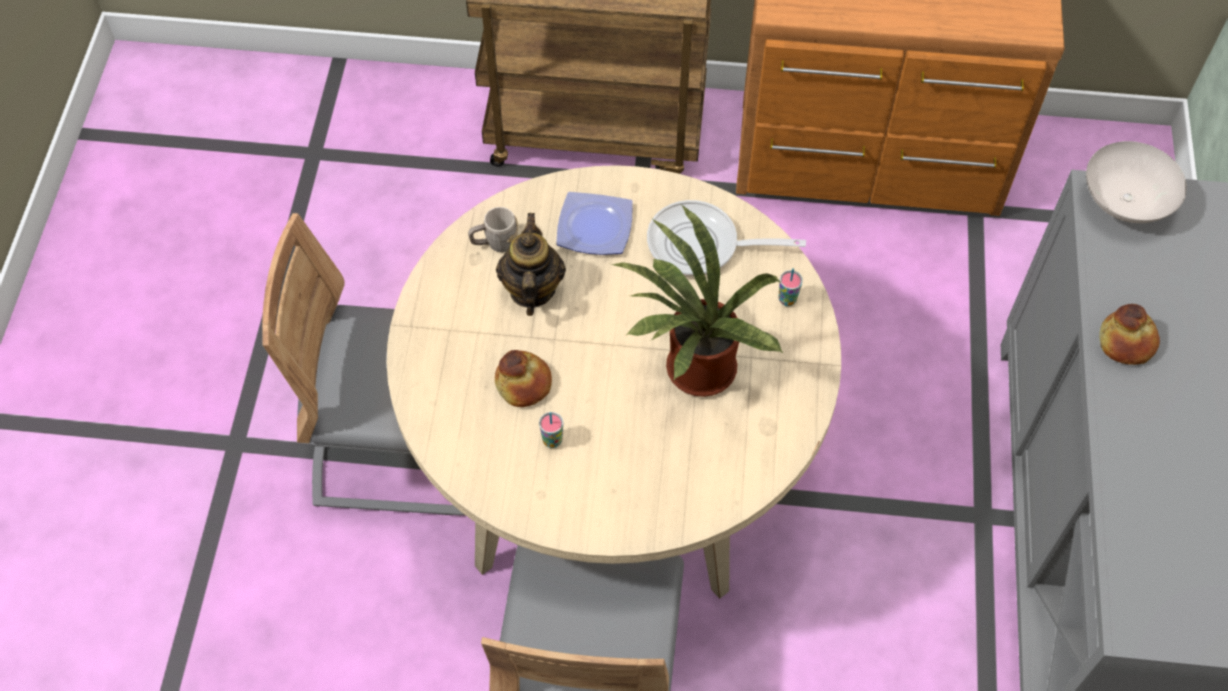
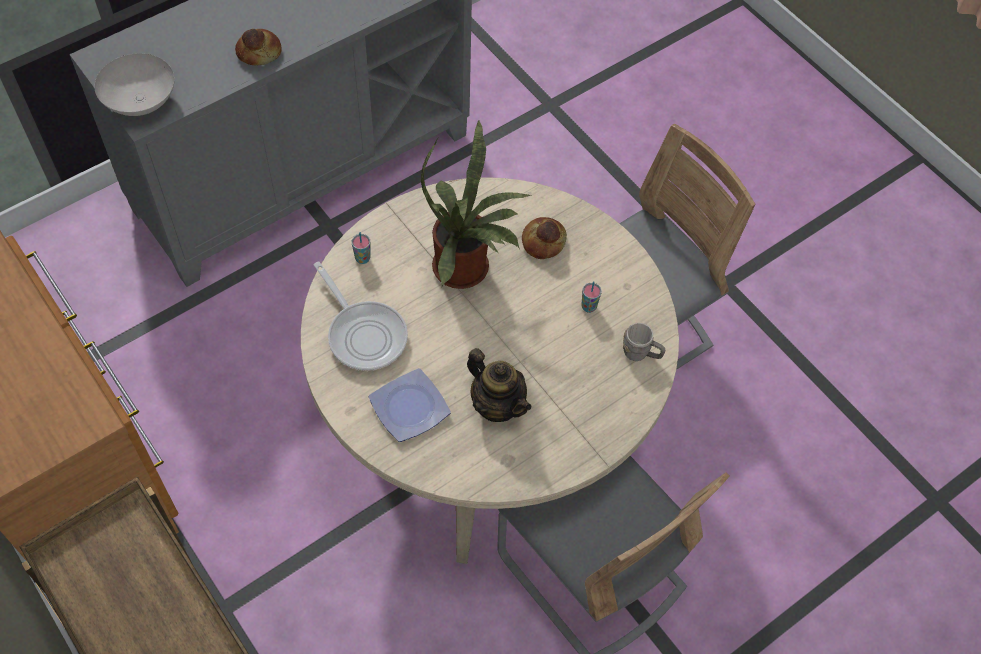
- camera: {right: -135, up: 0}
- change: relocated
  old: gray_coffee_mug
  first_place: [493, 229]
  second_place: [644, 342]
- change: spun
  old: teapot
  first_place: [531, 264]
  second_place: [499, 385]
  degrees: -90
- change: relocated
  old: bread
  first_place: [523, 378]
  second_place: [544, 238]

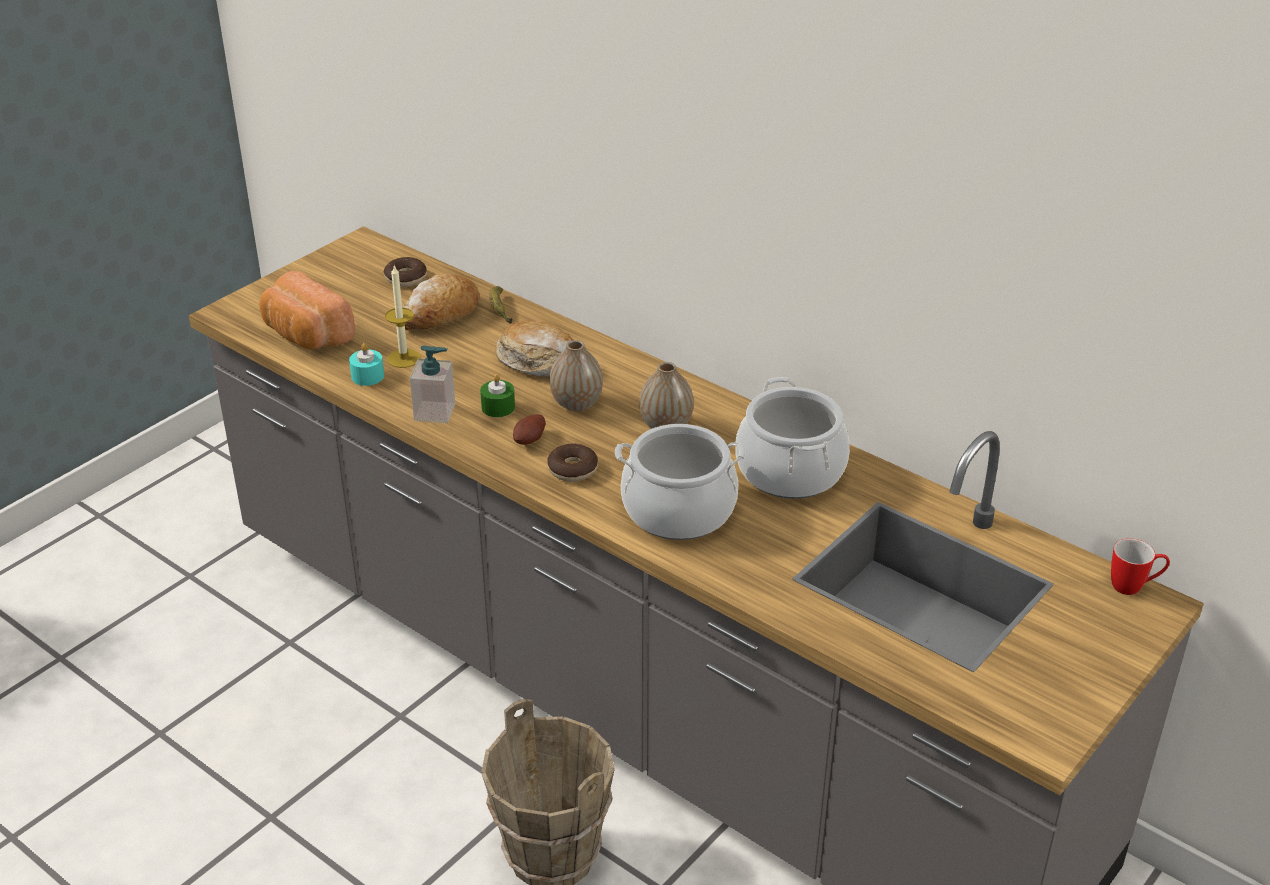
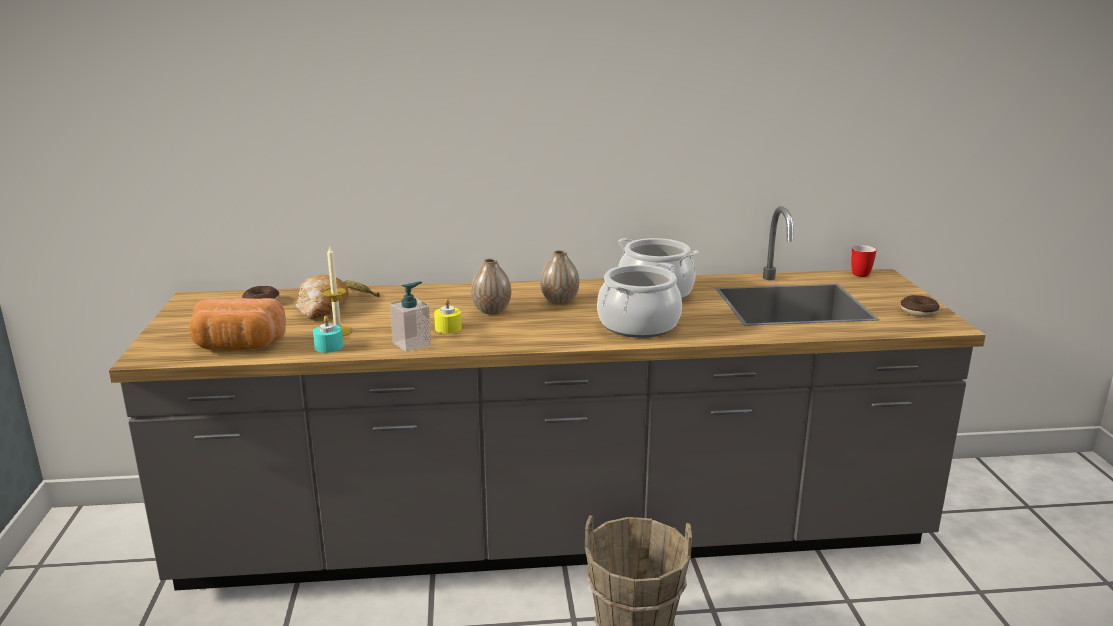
- camera: {right: -45, up: -15}
- change: missing
  old: bread
  first_place: [534, 349]
- change: colour
  old: greenish_candle
  new: yellow-coloured_candle
  first_place: [497, 395]
  second_place: [448, 315]
- change: missing
  old: whole_potato
  first_place: [529, 429]
- change: relocated
  old: donut
  first_place: [572, 462]
  second_place: [920, 306]

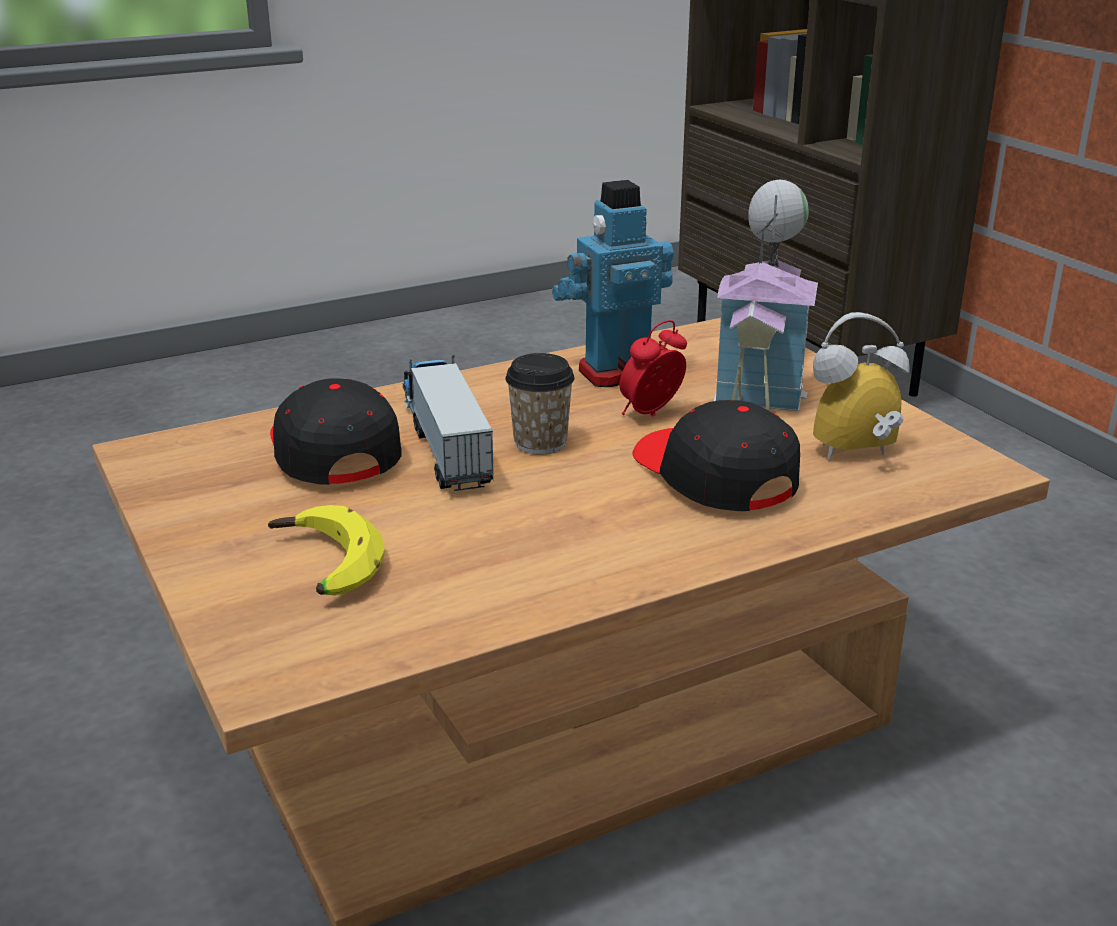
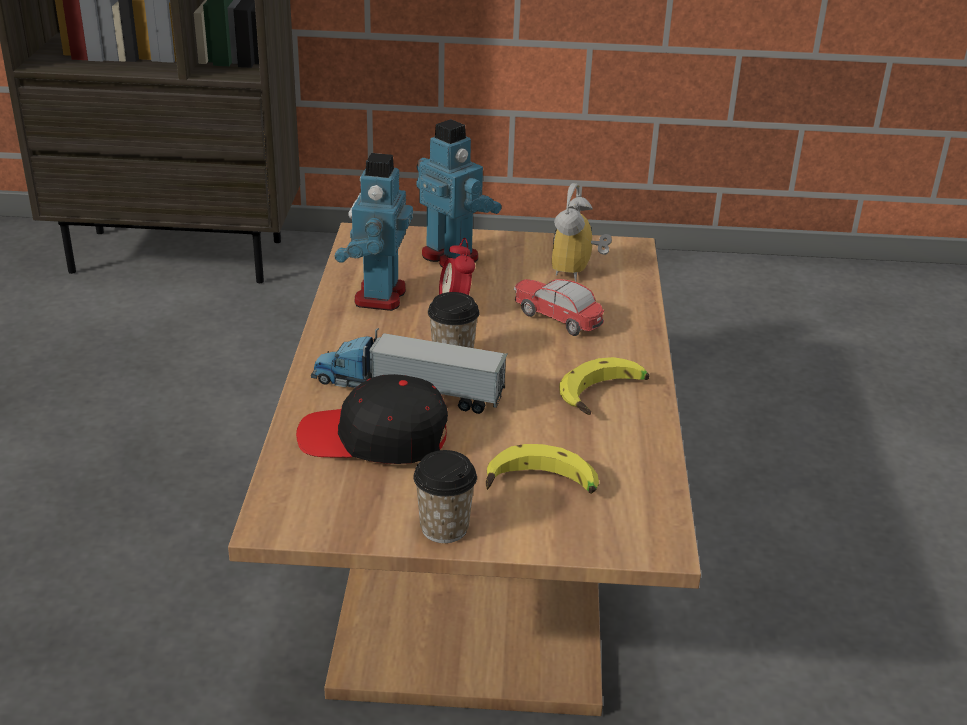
- camera: {right: -60, up: 5}
- change: exchanged
  old: toy_house
  new: robot_figure
  first_place: [766, 295]
  second_place: [458, 193]
- change: exchanged
  old: black_baseball_cap
  new: model_car
  first_place: [716, 455]
  second_place: [559, 307]
- change: appeared
  new: whole_banana
  second_place: [604, 386]
- change: appeared
  new: small_cup
  second_place: [445, 496]

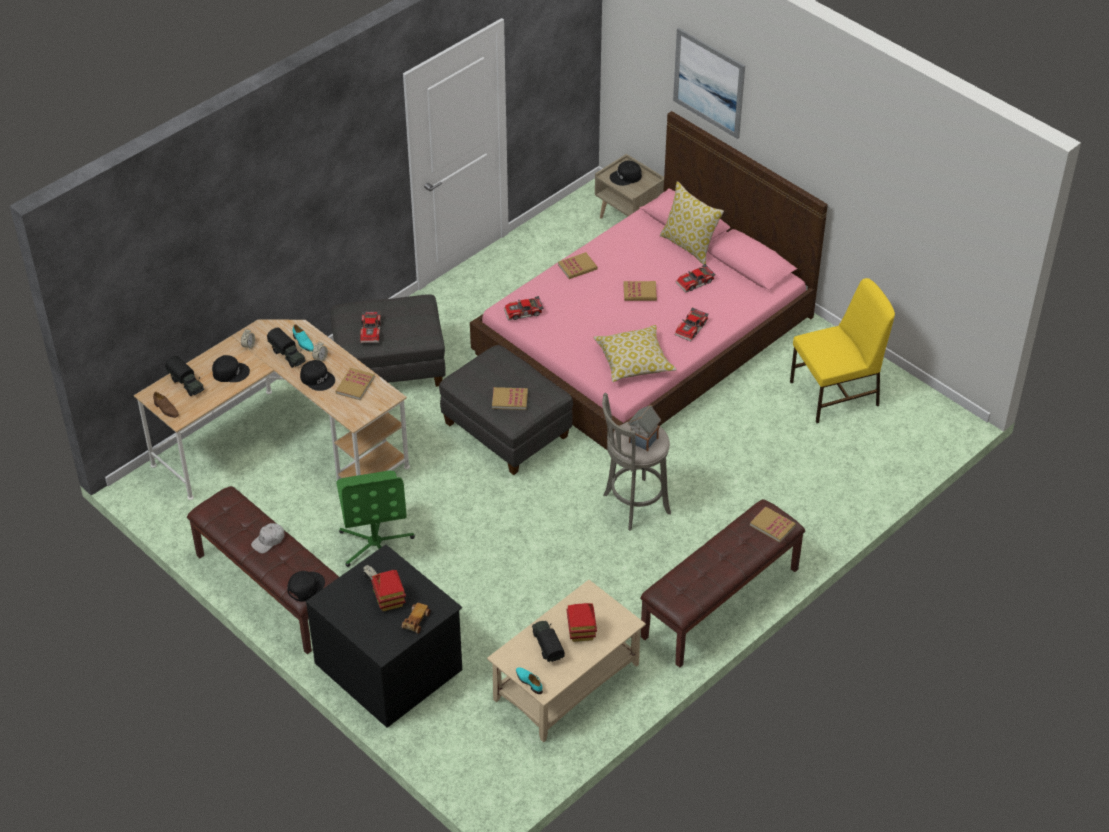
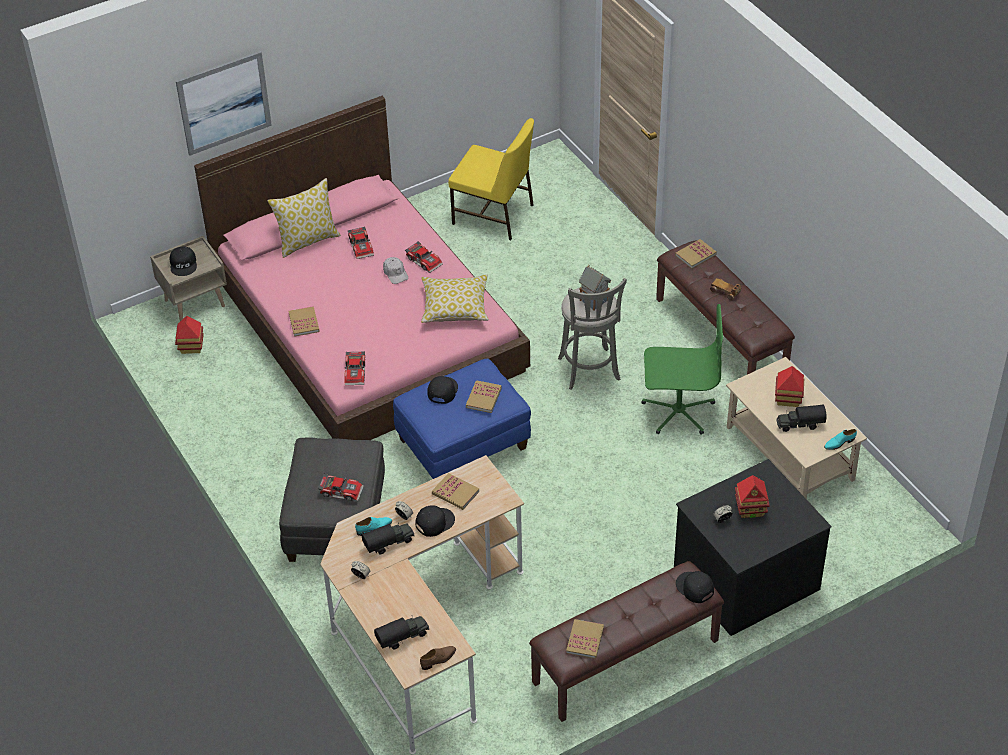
- camera: {right: -75, up: 0}
- change: spun
  old: yellow-coloured_chair
  first_place: [842, 350]
  second_place: [491, 179]
  degrees: 120
- change: relocated
  old: volume
  first_place: [640, 291]
  second_place: [585, 639]
- change: colour
  old: gray_ottoman
  new: blue-coloured_ottoman
  first_place: [506, 410]
  second_place: [462, 419]
- change: relocated
  old: black_baseball_cap
  first_place: [231, 368]
  second_place: [442, 390]
- change: relocated
  old: greenish_desk_chair
  first_place: [375, 519]
  second_place: [682, 369]
- change: relocated
  old: white_baseball_cap
  first_place: [268, 538]
  second_place: [395, 270]
- change: relocated
  old: model_car
  first_place: [416, 618]
  second_place: [725, 289]
- change: appeared
  new: toy_house
  second_place: [189, 335]

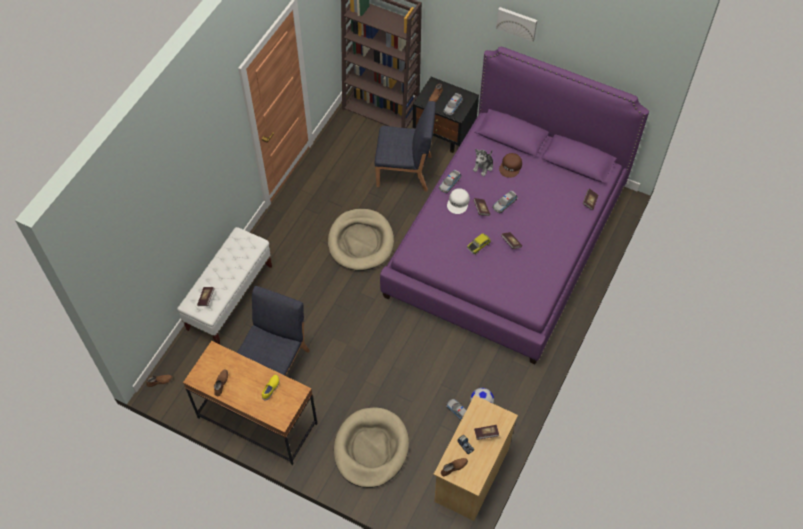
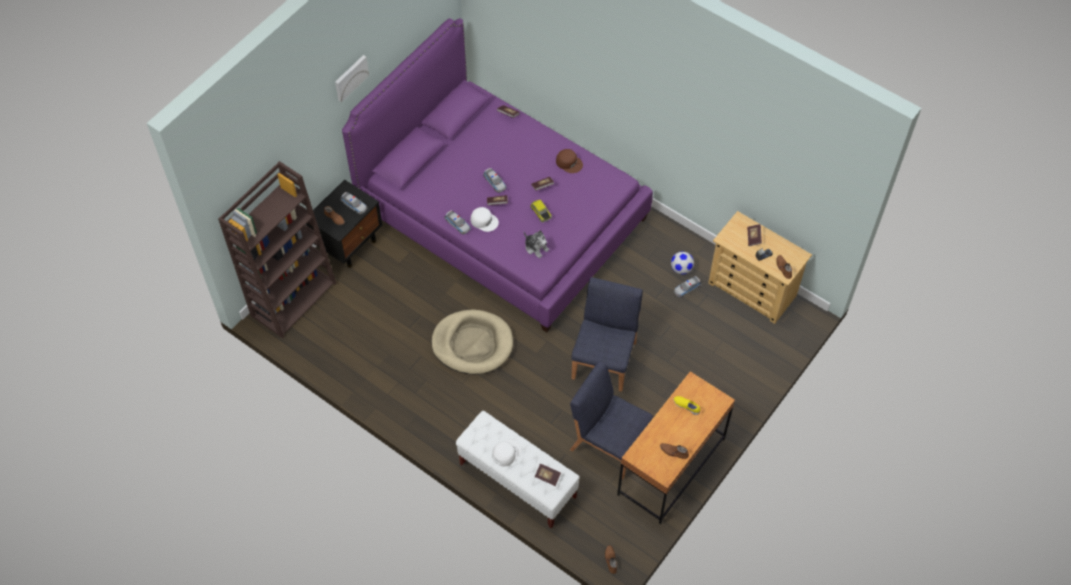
- camera: {right: -80, up: 0}
- change: relocated
  old: blue-coloured_chair
  first_place: [405, 146]
  second_place: [607, 334]
- change: relocated
  old: plush_toy
  first_place: [483, 162]
  second_place: [536, 244]
- change: relocated
  old: brown_baseball_cap
  first_place: [510, 165]
  second_place: [569, 161]
- change: missing
  old: sand-coloured_dog_bed
  first_place: [371, 447]
- change: appeared
  new: white_baseball_cap
  second_place: [507, 453]

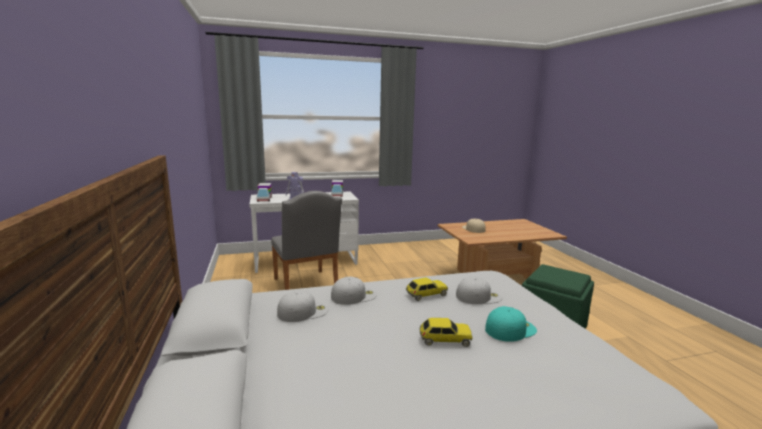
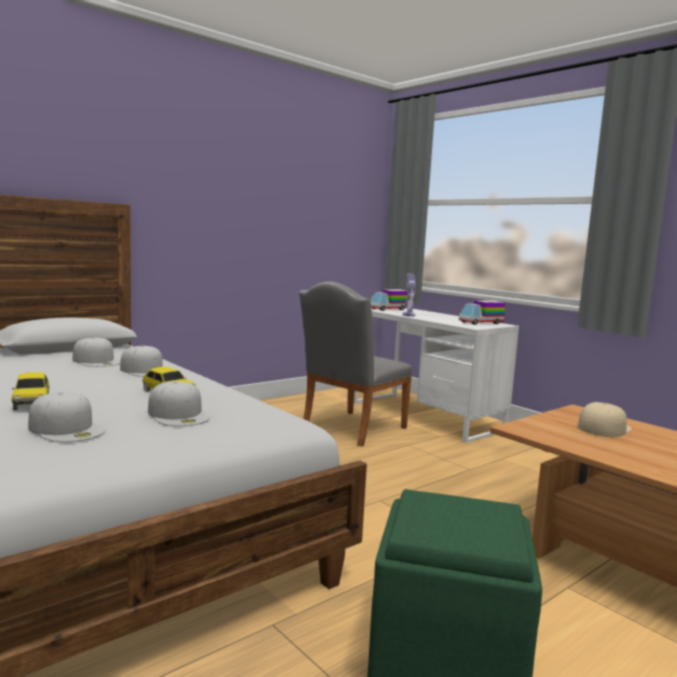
- camera: {right: 65, up: -5}
- change: colour
  old: blue-green_baseball_cap
  new: white_baseball_cap
  first_place: [511, 324]
  second_place: [66, 417]

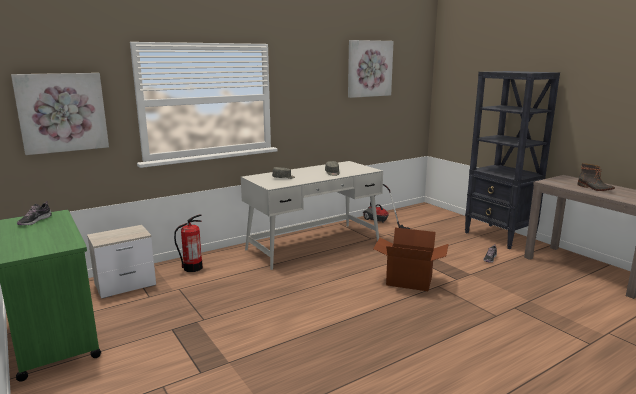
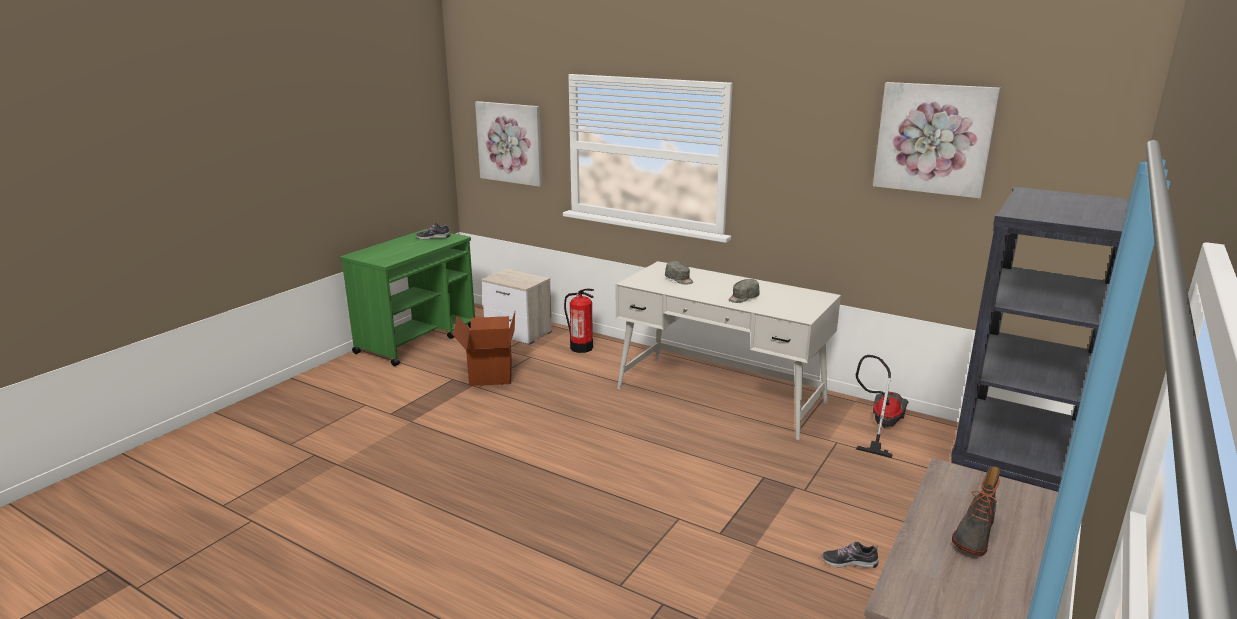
- camera: {right: 65, up: 5}
- change: relocated
  old: carton
  first_place: [411, 259]
  second_place: [484, 349]

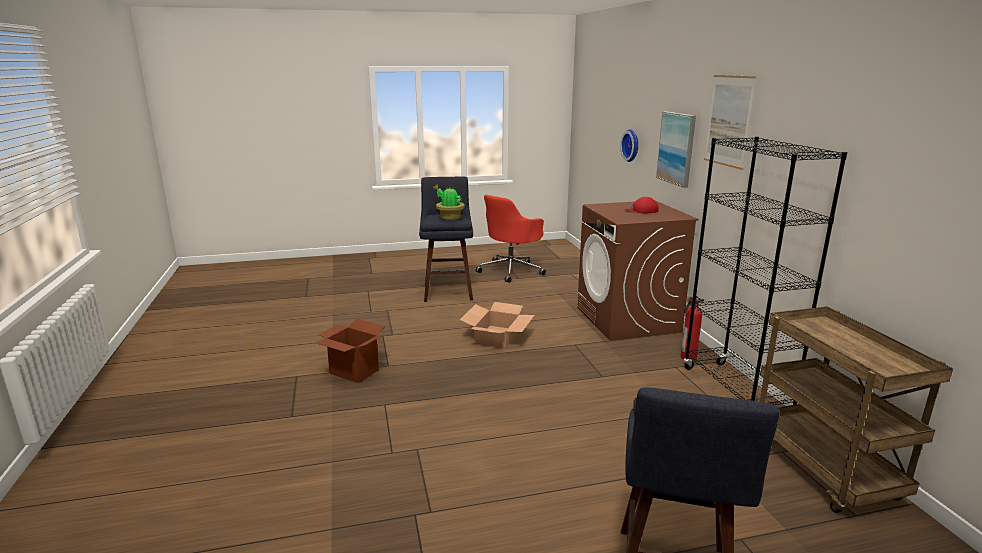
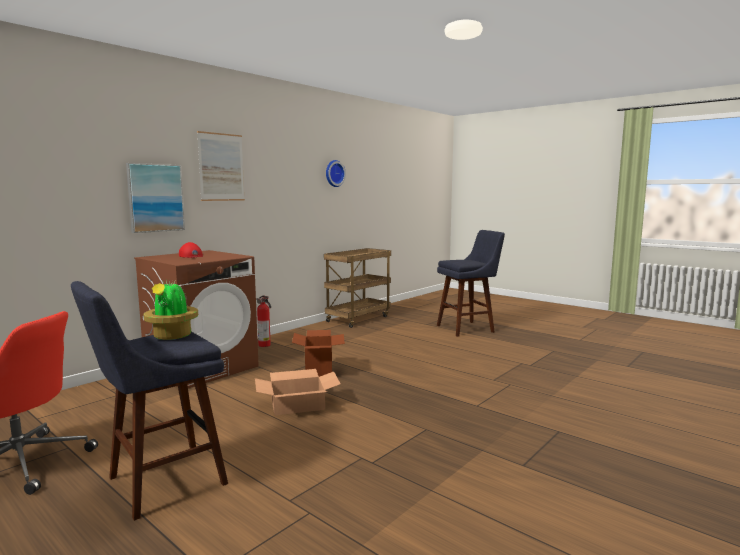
- camera: {right: -125, up: -10}
- change: relocated
  old: hanging_clock
  first_place: [629, 145]
  second_place: [336, 173]
- change: missing
  old: black_shelving_unit
  first_place: [765, 270]
- change: relocated
  old: carton
  first_place: [350, 350]
  second_place: [318, 353]

